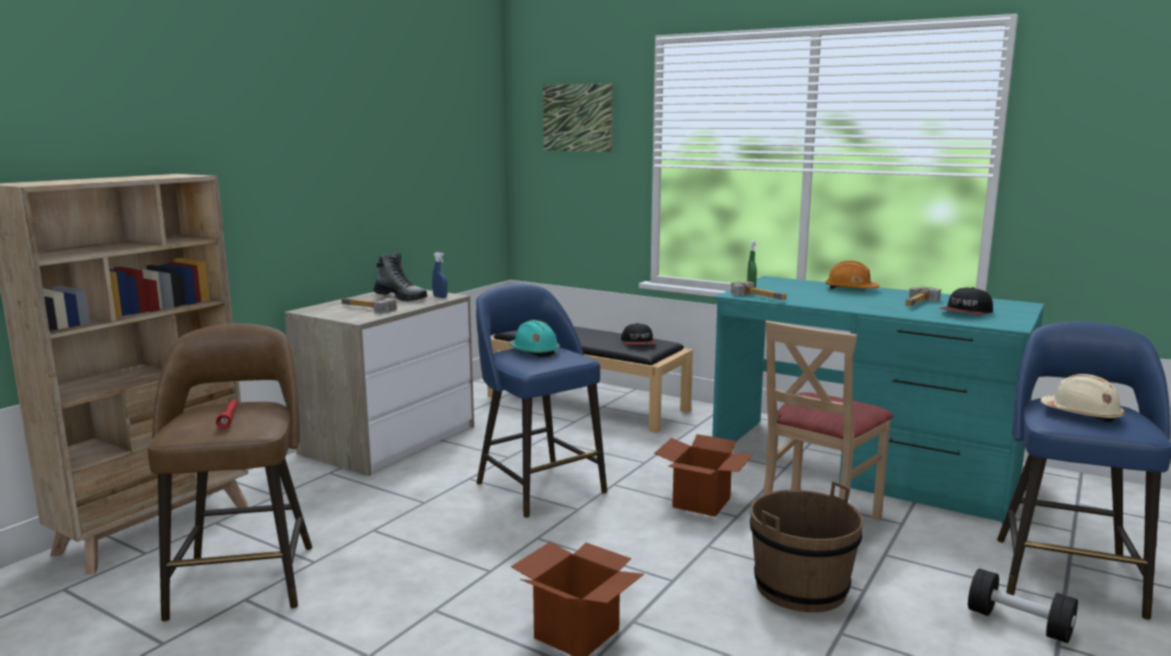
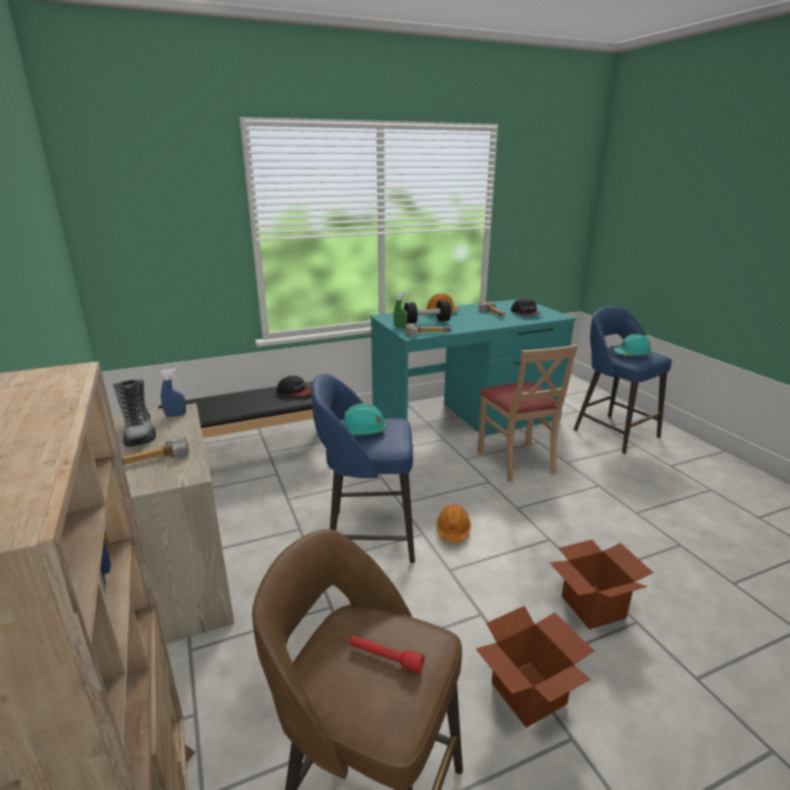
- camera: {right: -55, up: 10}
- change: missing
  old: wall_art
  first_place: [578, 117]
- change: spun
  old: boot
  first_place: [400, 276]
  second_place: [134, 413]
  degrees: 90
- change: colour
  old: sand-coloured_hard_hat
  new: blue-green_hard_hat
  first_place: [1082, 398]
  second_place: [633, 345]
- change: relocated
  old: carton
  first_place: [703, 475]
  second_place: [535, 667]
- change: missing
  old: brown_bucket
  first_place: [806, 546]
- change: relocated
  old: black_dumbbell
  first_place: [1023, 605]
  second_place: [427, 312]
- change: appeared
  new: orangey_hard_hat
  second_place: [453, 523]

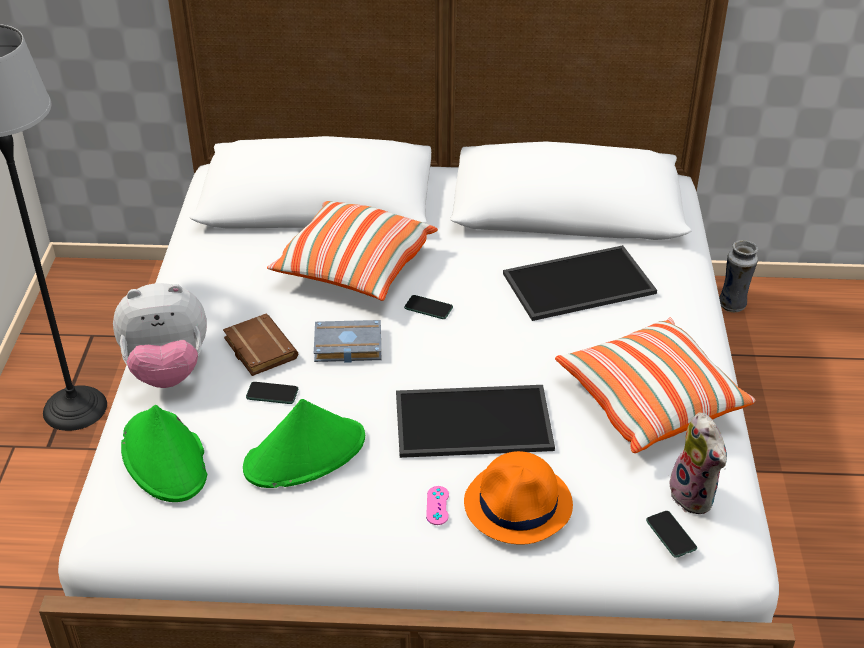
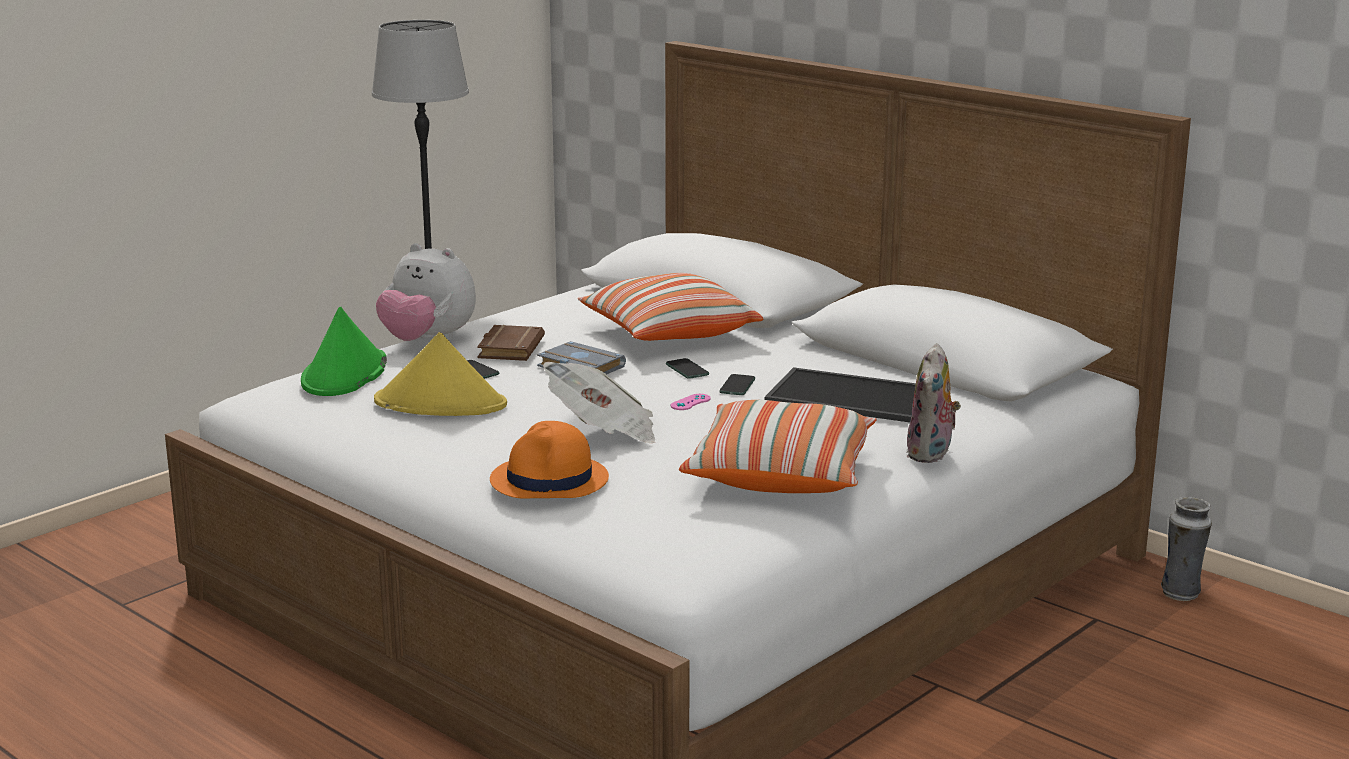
- camera: {right: 40, up: -20}
- change: exchanged
  old: tray
  new: daily_paper
  first_place: [475, 421]
  second_place: [599, 402]
- change: colour
  old: greenish_wearable_hat
  new: yellow-coloured_wearable_hat
  first_place: [304, 443]
  second_place: [440, 374]
- change: relocated
  old: plush_toy
  first_place: [698, 463]
  second_place: [933, 403]
- change: relocated
  old: pink-coloured_game_controller
  first_place: [437, 505]
  second_place: [690, 402]
- change: relocated
  old: phone
  first_place: [671, 534]
  second_place: [737, 384]

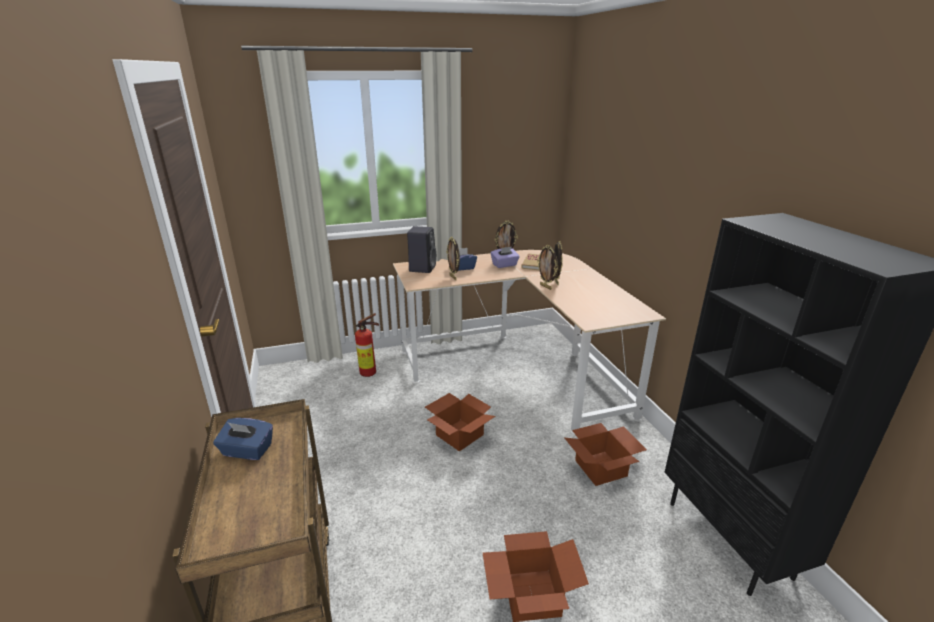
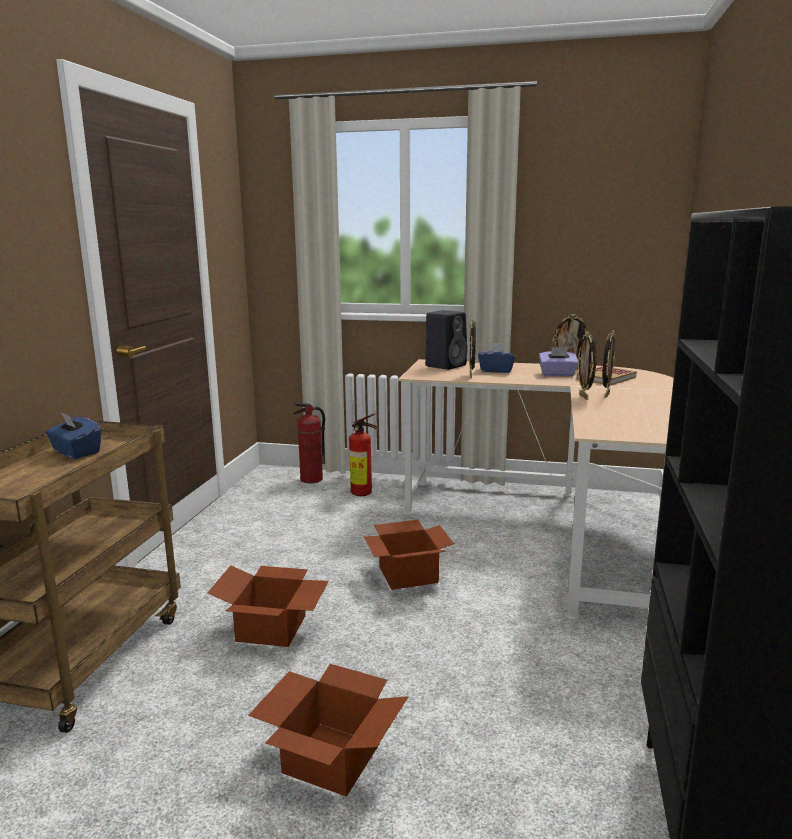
- camera: {right: 30, up: -10}
- change: relocated
  old: carton
  first_place: [605, 454]
  second_place: [268, 606]
- change: appeared
  new: fire-fighting_cylinder
  second_place: [309, 443]

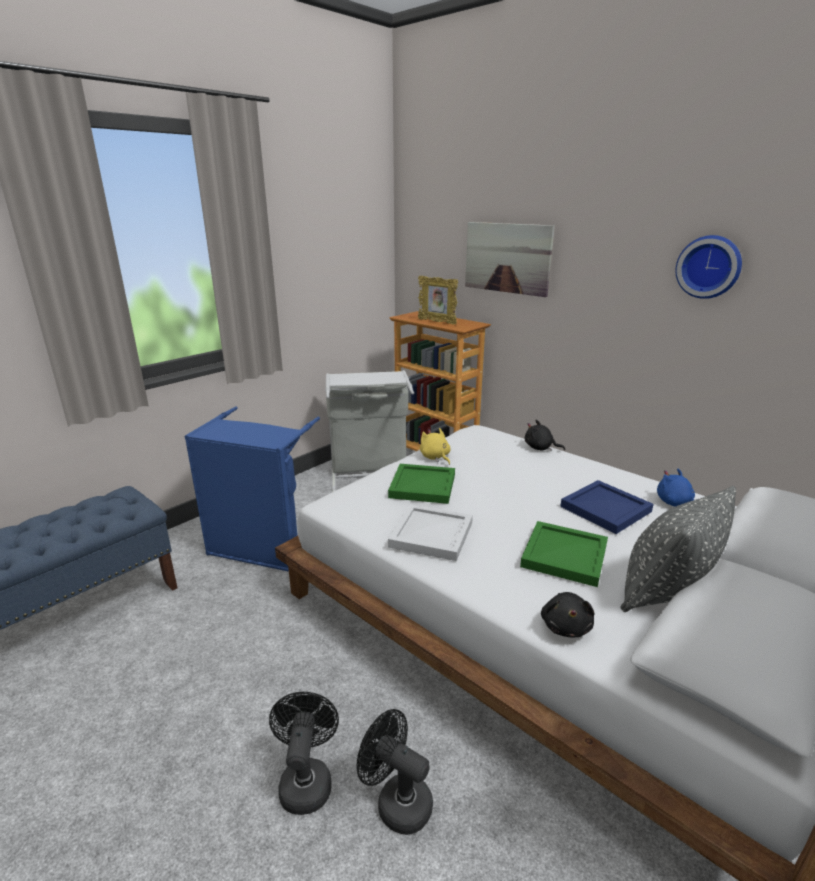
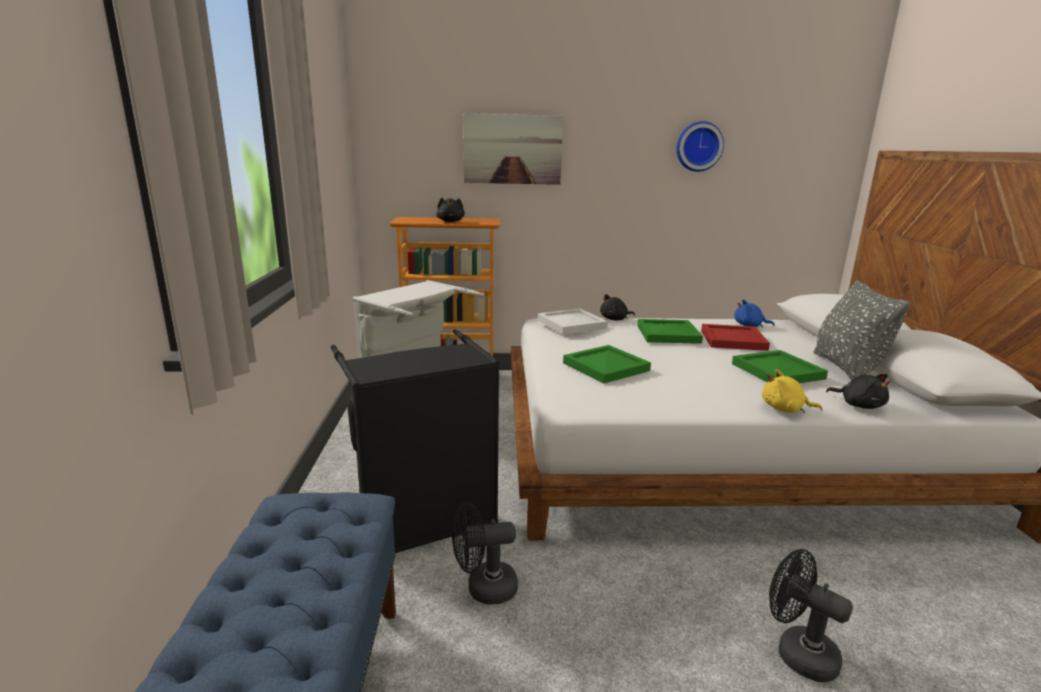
- camera: {right: -45, up: -5}
- change: exchanged
  old: photo_frame
  new: black_plush_toy
  first_place: [438, 300]
  second_place: [450, 209]
- change: colour
  old: blue-coloured_laundry_basket
  new: black_laundry_basket
  first_place: [252, 489]
  second_place: [415, 441]
- change: relocated
  old: yellow-coloured_plush_toy
  first_place: [435, 446]
  second_place: [792, 391]
- change: colour
  old: blue-coloured_tray
  new: red-coloured_tray
  first_place: [607, 507]
  second_place: [735, 337]
- change: relocated
  old: white_tray
  first_place: [430, 532]
  second_place: [573, 322]
- change: relocated
  old: black_electric_fan
  first_place: [395, 772]
  second_place: [485, 553]
- change: appeared
  new: greenish_tray
  second_place: [670, 331]

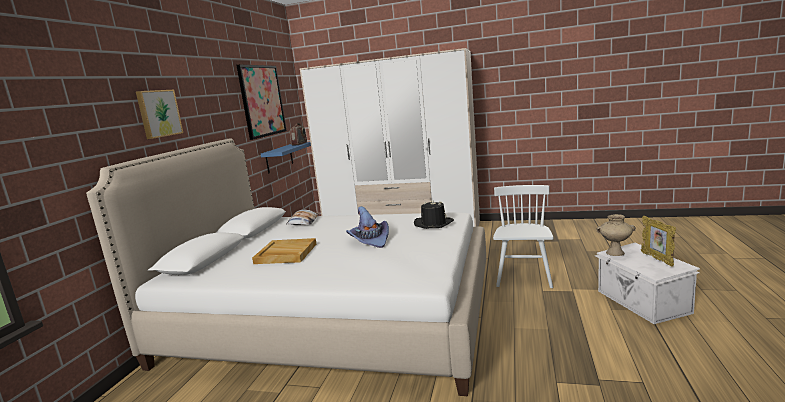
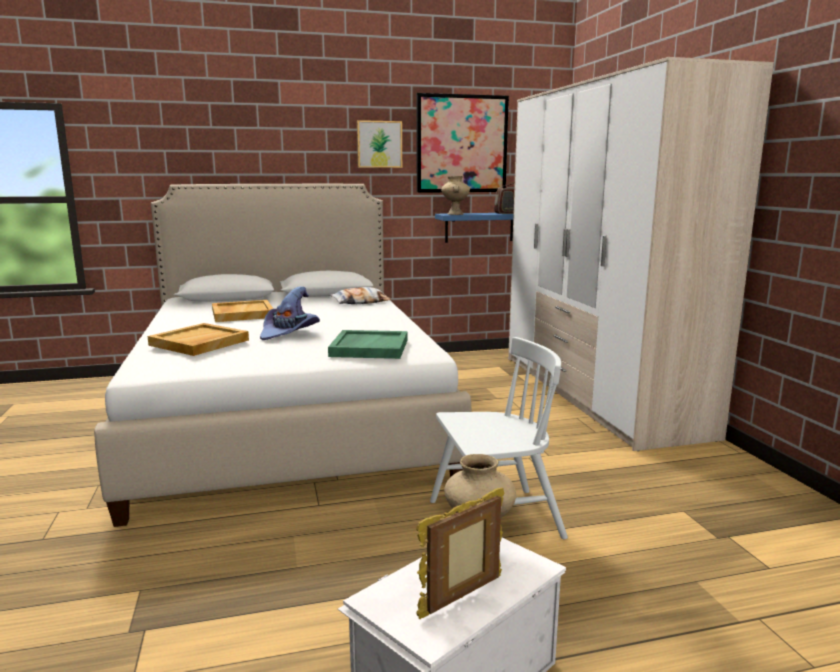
- camera: {right: 60, up: 0}
- change: relocated
  old: wall_art
  first_place: [159, 114]
  second_place: [379, 144]
- change: exchanged
  old: black_wearable_hat
  new: greenish_tray
  first_place: [434, 214]
  second_place: [368, 344]
- change: appeared
  new: sand-coloured_flower_vase
  second_place: [455, 195]
- change: appeared
  new: sand-coloured_tray
  second_place: [198, 339]

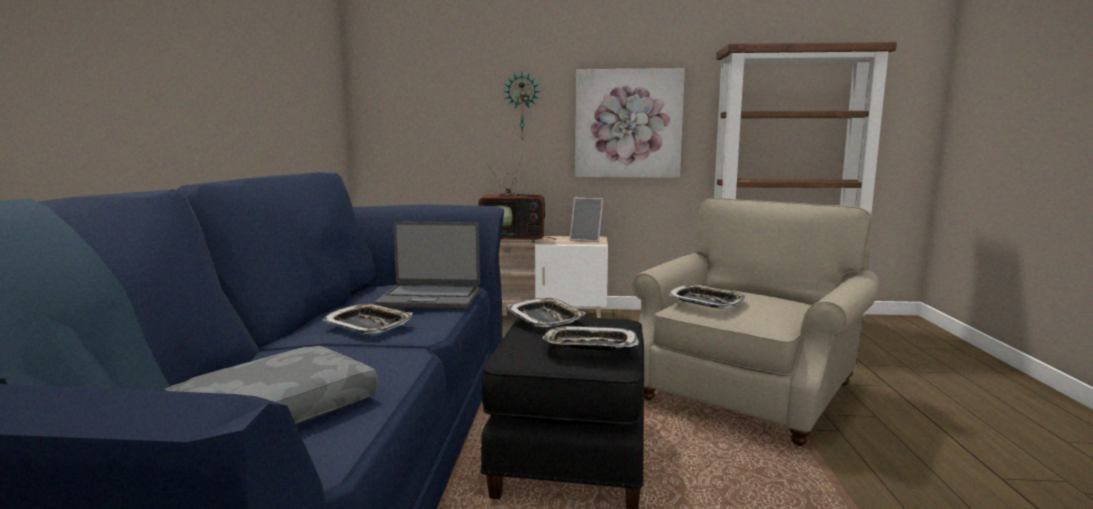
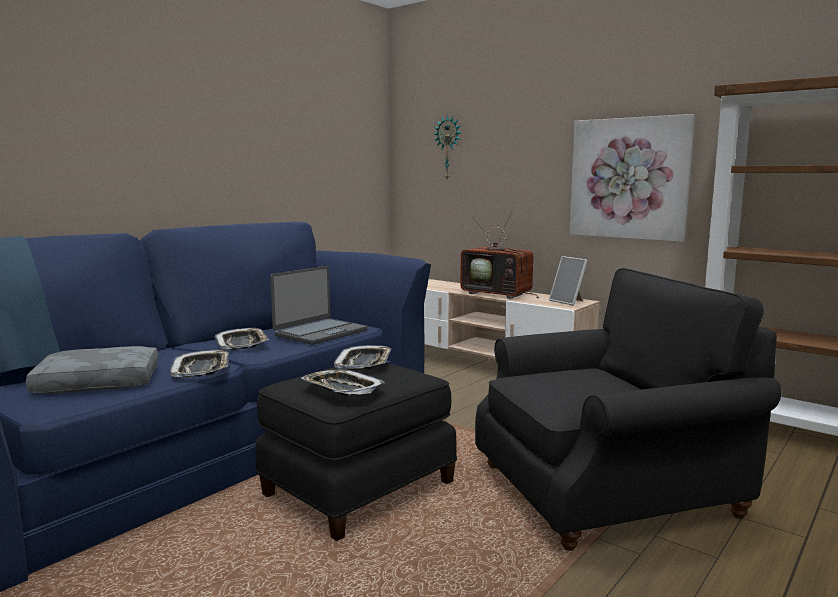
- camera: {right: 35, up: 0}
- change: relocated
  old: hanging_clock
  first_place: [521, 107]
  second_place: [448, 147]
- change: colour
  old: sand-coloured_armchair
  new: black_armchair
  first_place: [755, 322]
  second_place: [628, 409]
- change: spun
  old: notebook_computer
  first_place: [427, 265]
  second_place: [318, 305]
  degrees: -90
- change: relocated
  old: tray
  first_place: [707, 296]
  second_place: [199, 363]

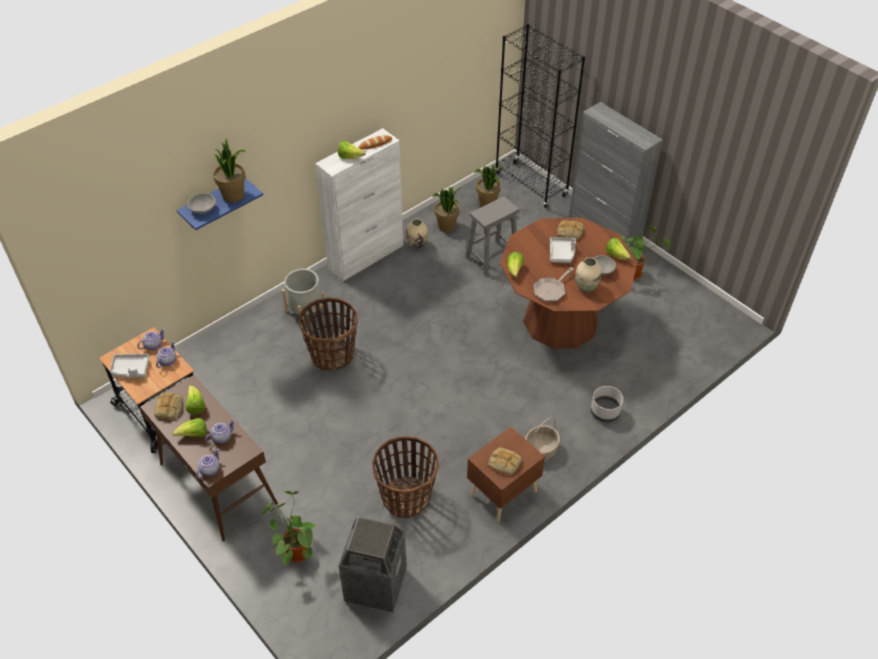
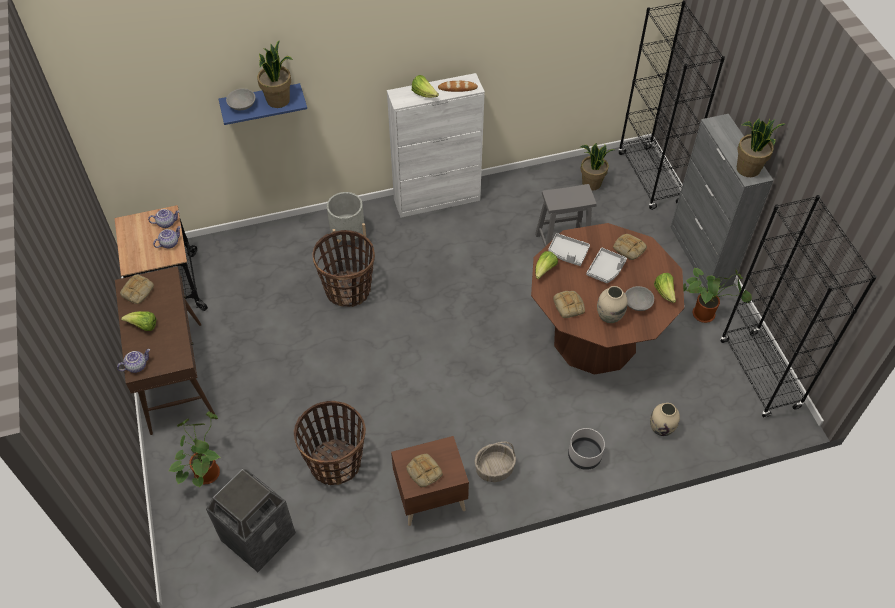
- camera: {right: 25, up: 5}
- change: relocated
  old: plant_in_a_pot
  first_place: [446, 209]
  second_place: [761, 147]
- change: relocated
  old: sand-coloured_flower_vase
  first_place: [417, 234]
  second_place: [665, 419]
- change: exchanged
  old: skillet
  new: bread
  first_place: [553, 284]
  second_place: [569, 304]
- change: relocated
  old: gray_tray
  first_place: [130, 366]
  second_place: [569, 249]
- change: missing
  old: lettuce
  first_place: [195, 400]
- change: missing
  old: teapot
  first_place: [220, 432]
- change: appeared
  new: black_shelving_unit
  second_place: [799, 306]

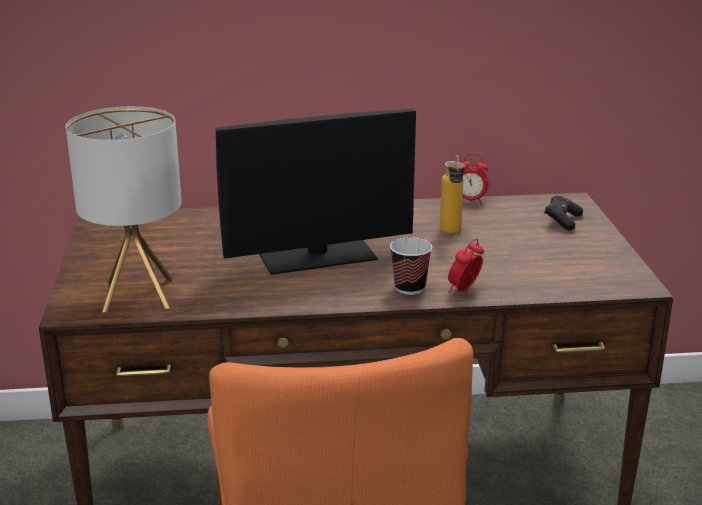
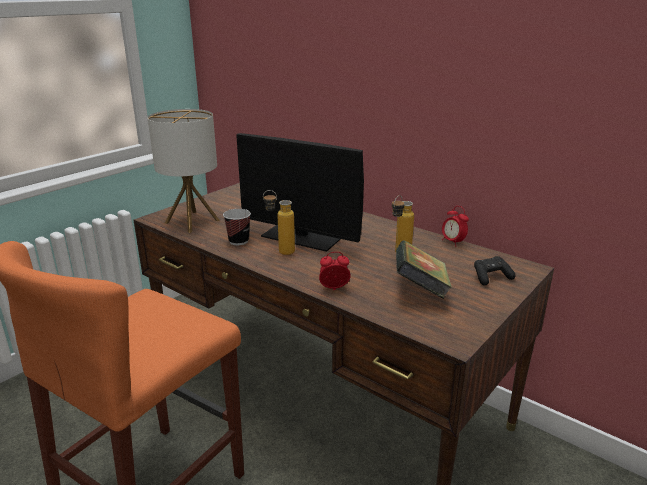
- camera: {right: 45, up: 0}
- change: relocated
  old: small_cup
  first_place: [411, 266]
  second_place: [237, 227]
- change: appeared
  new: beverage_bottle
  second_place: [279, 222]
- change: appeared
  new: volume
  second_place: [424, 269]

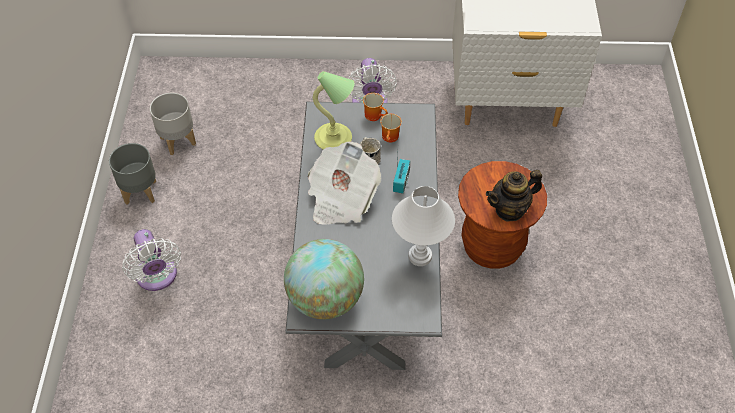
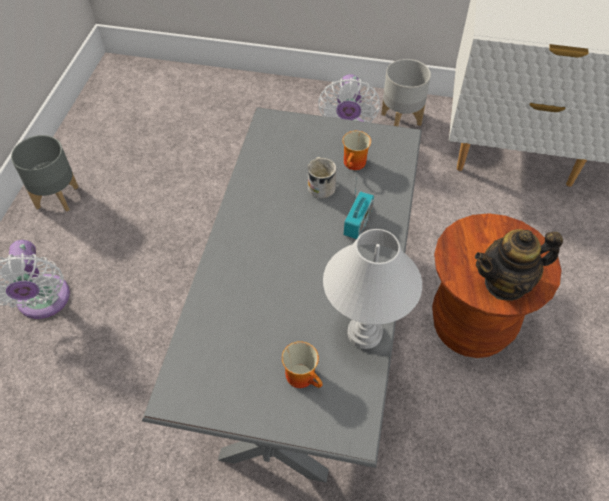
- camera: {right: 10, up: 0}
- change: missing
  old: table_lamp
  first_place: [334, 110]
- change: relocated
  old: gray_plant_pot
  first_place: [173, 124]
  second_place: [406, 92]
- change: relocated
  old: coffee_mug
  first_place: [375, 107]
  second_place: [302, 364]
- change: missing
  old: daily_paper
  first_place: [344, 183]
- change: missing
  old: world_globe
  first_place: [324, 279]

